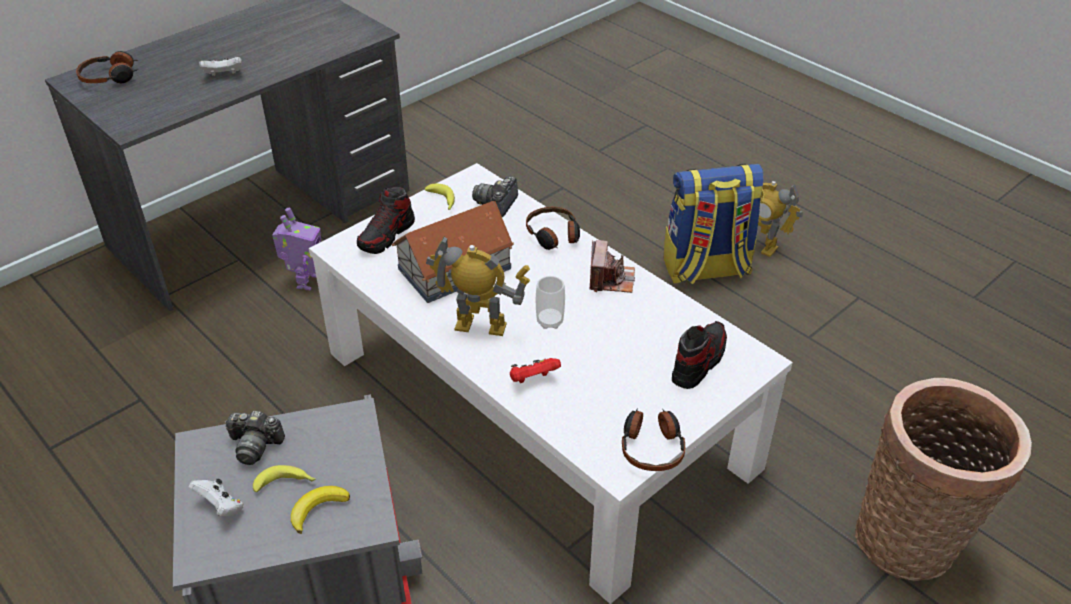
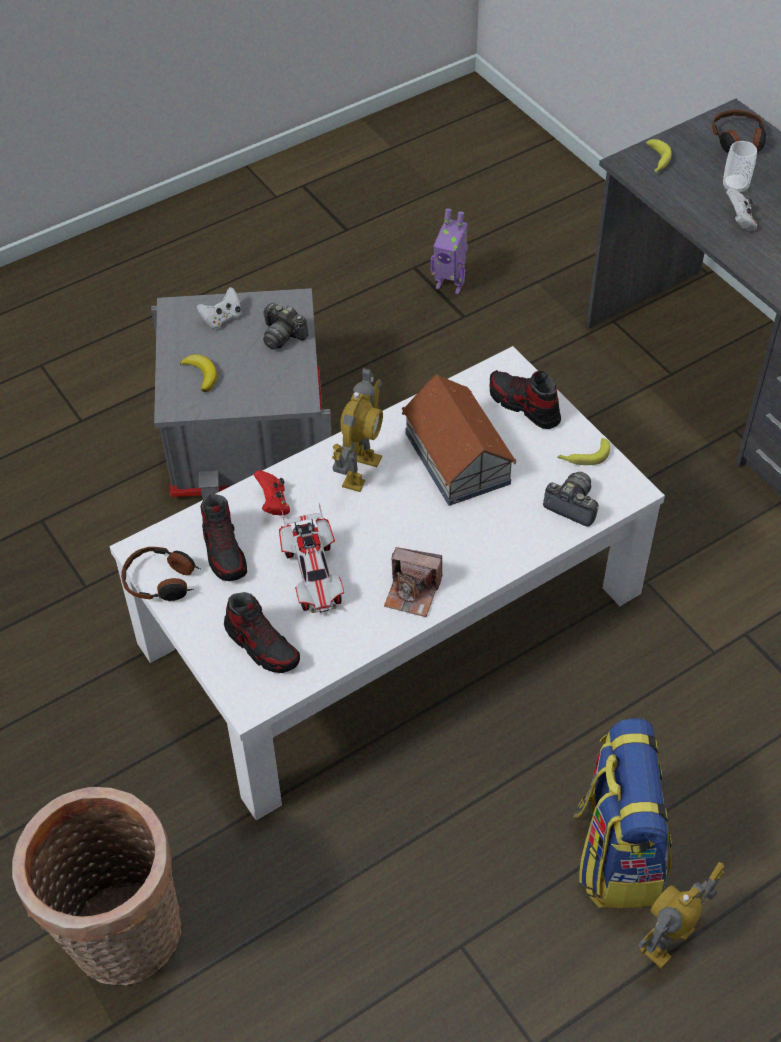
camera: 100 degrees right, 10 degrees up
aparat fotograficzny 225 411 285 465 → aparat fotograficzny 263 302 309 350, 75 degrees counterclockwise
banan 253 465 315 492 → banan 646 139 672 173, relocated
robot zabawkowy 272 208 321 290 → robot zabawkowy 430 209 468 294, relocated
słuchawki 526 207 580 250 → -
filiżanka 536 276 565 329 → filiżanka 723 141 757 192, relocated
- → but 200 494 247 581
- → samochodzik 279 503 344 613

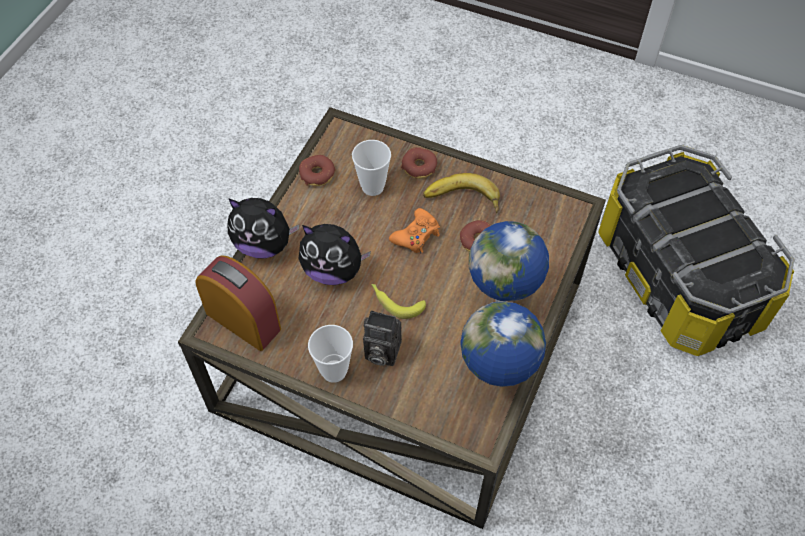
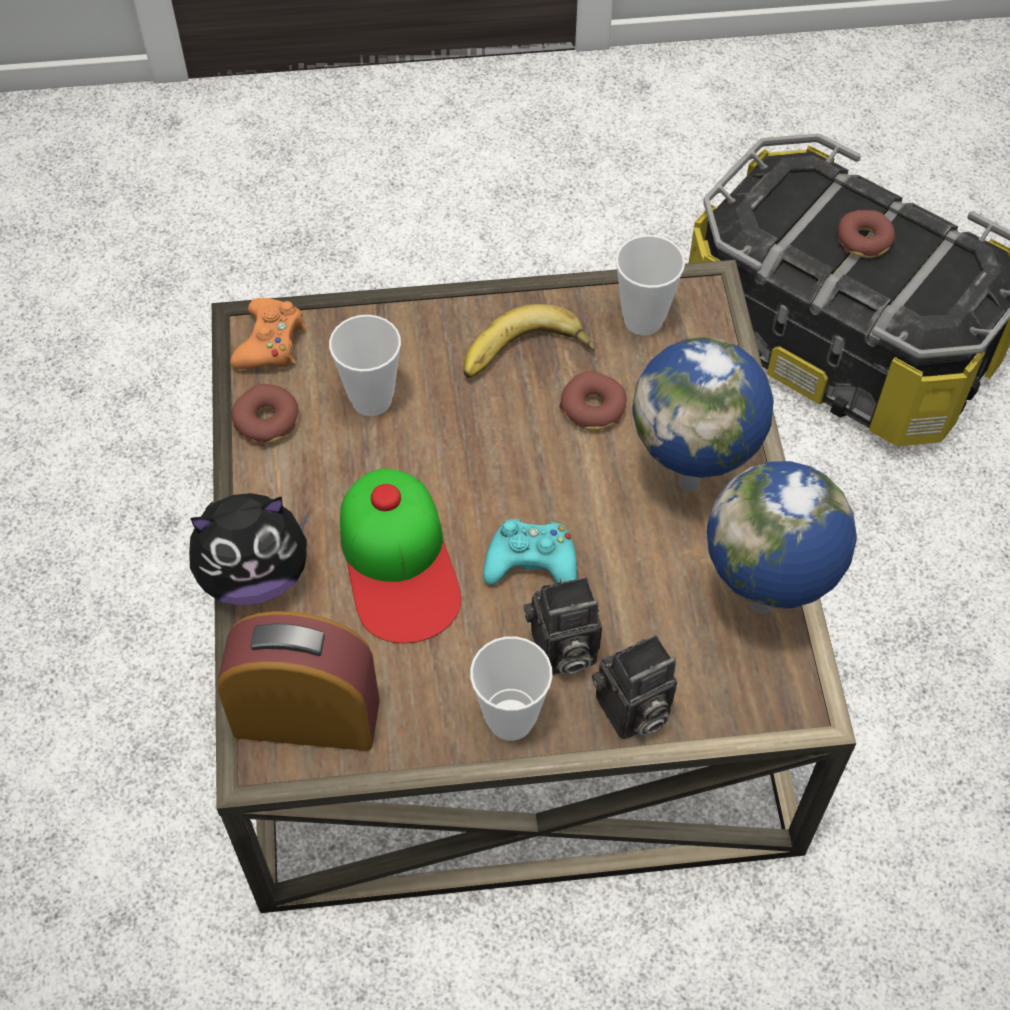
camera: 30 degrees left, 0 degrees up
pluszak 299 224 371 285 → czapka z daszkiem 340 469 461 643
banan 371 284 426 319 → pad do gier/turkusowy 483 519 577 585
pad do gier/pomarańczowy 389 208 440 254 → pad do gier/pomarańczowy 230 298 306 369, relocated
donut 401 147 437 179 → donut 837 210 895 258, relocated
- → aparat fotograficzny 592 635 677 740
- → filiżanka 615 235 685 335

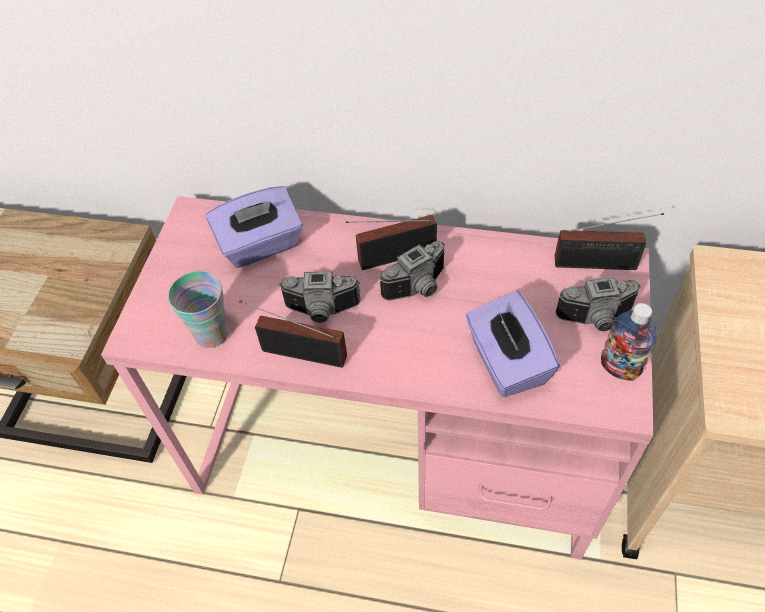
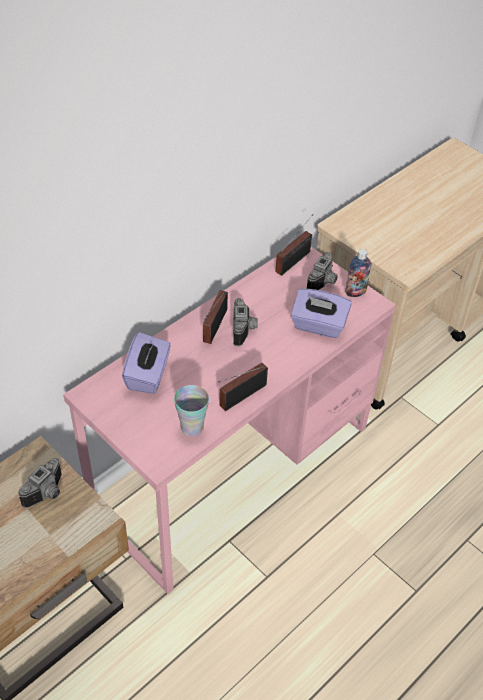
camera: 60 degrees left, 5 degrees down
aparat fotograficzny 278 271 361 323 → aparat fotograficzny 18 458 62 508, relocated

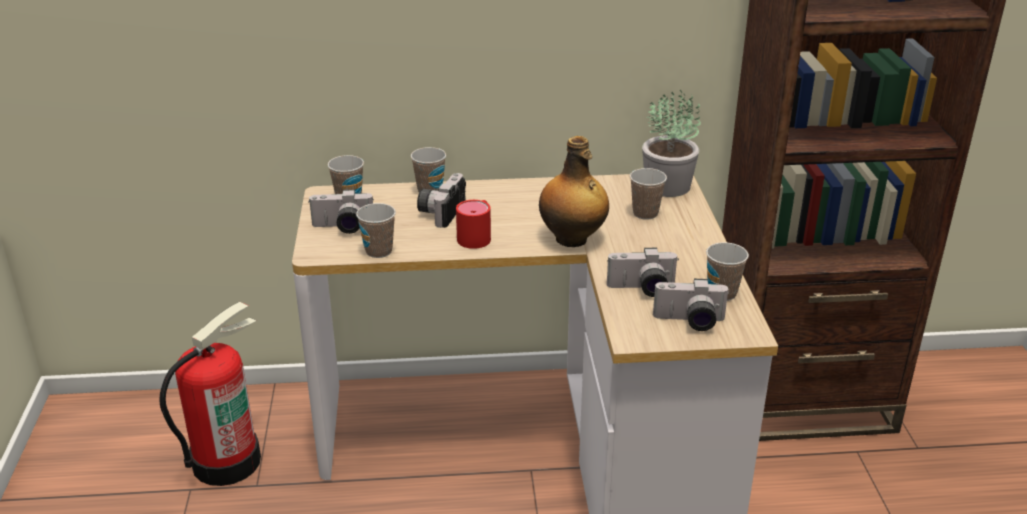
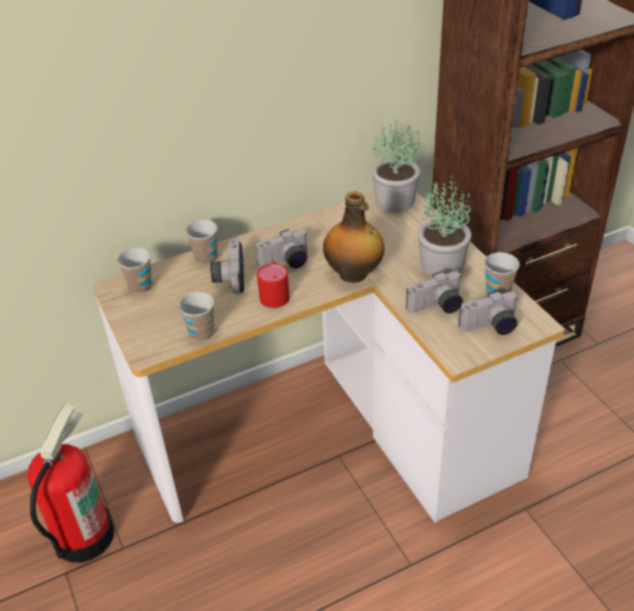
camera: 20 degrees left, 10 degrees up
aparat fotograficzny 308 189 373 234 → aparat fotograficzny 255 229 308 268, relocated
filiżanka 630 168 667 220 → -
- → roślina doniczkowa 418 176 472 276

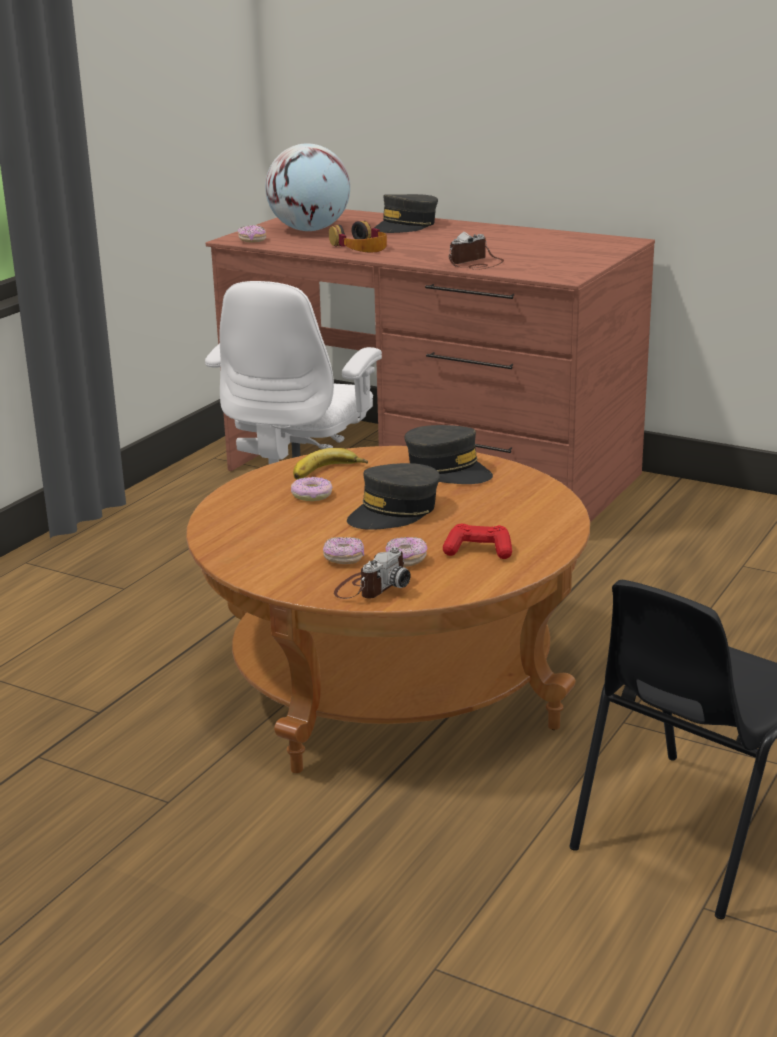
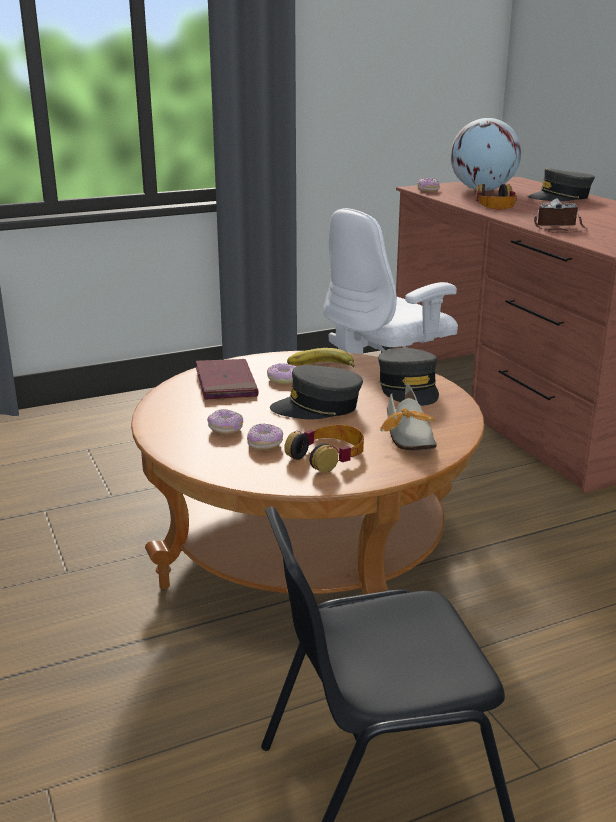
camera: 35 degrees right, 0 degrees up
aparat fotograficzny 334 547 410 599 → -
pad do gier/czerwony 443 524 512 559 → słuchawki 284 425 364 472
- → książka/czerwony 196 359 258 400
- → but 380 383 437 451

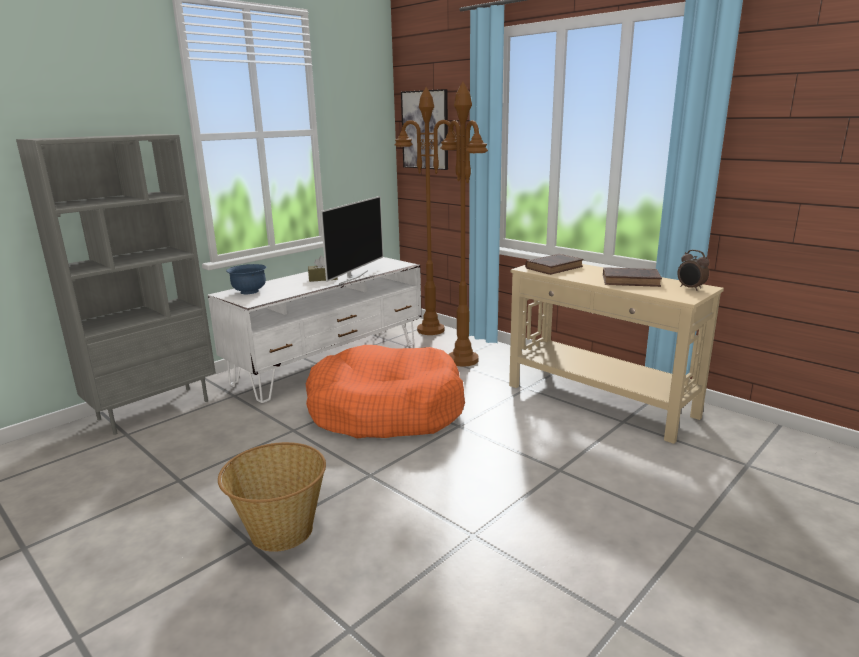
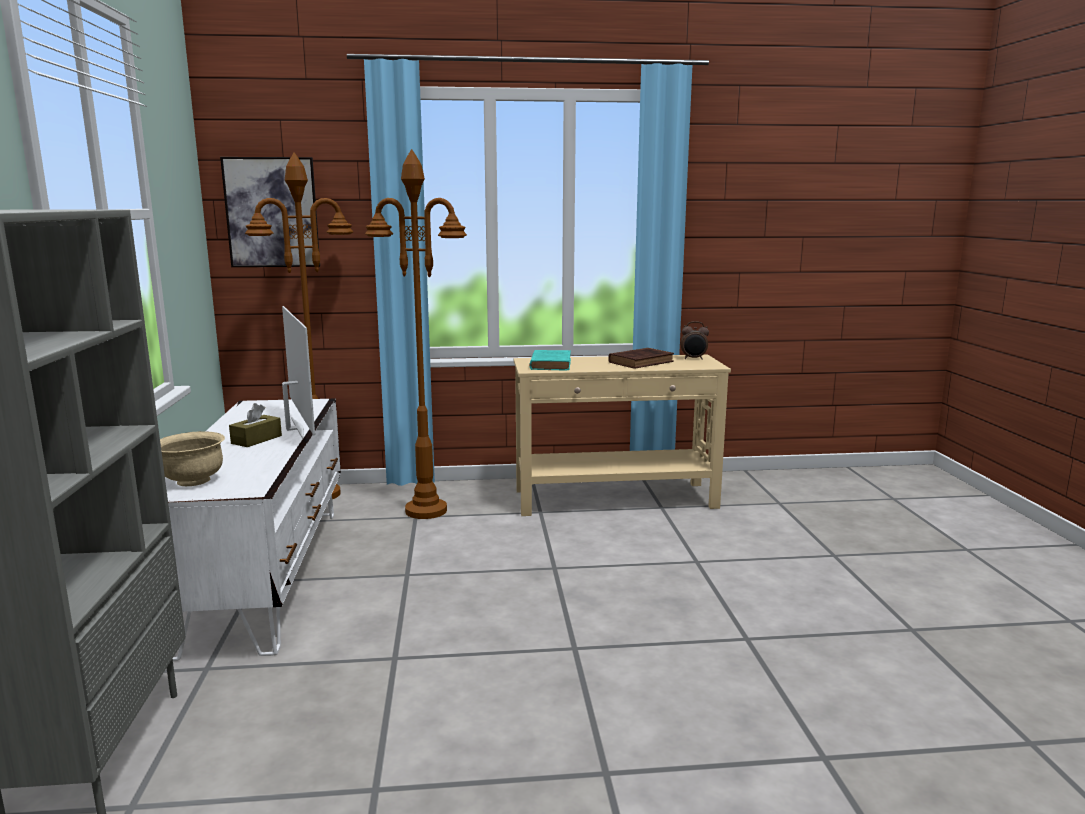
camera: 50 degrees left, 5 degrees down
koszyk 218 442 326 552 → -
miska/niebieski 226 264 266 294 → miska/beżowy 160 431 225 486
legowisko/pomarańczowy 305 345 465 438 → -
książka/brązowy 525 254 584 275 → książka/turkusowy 530 350 571 370

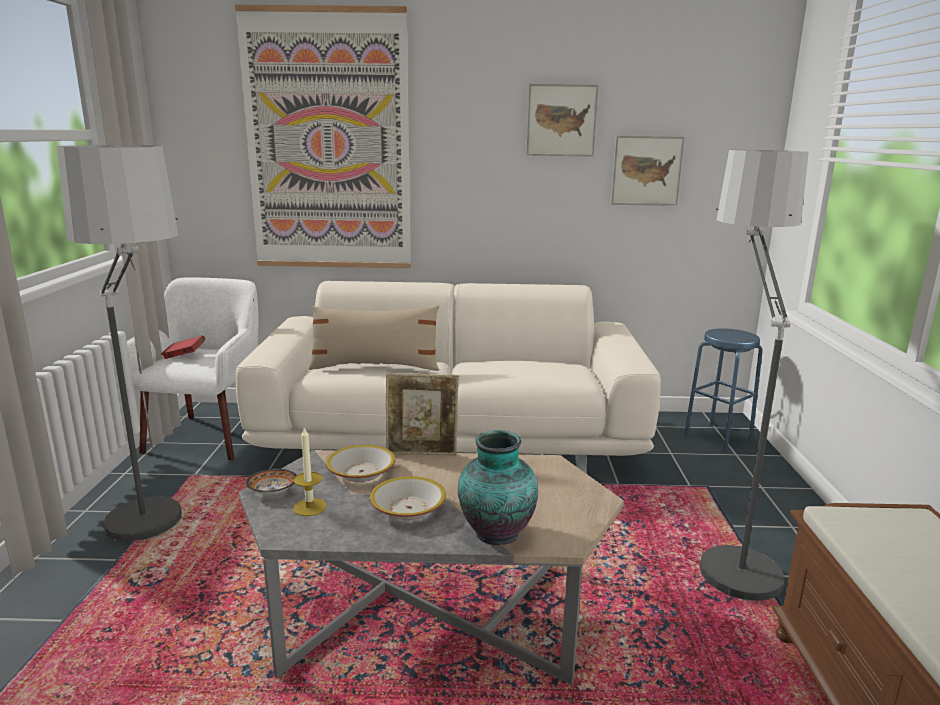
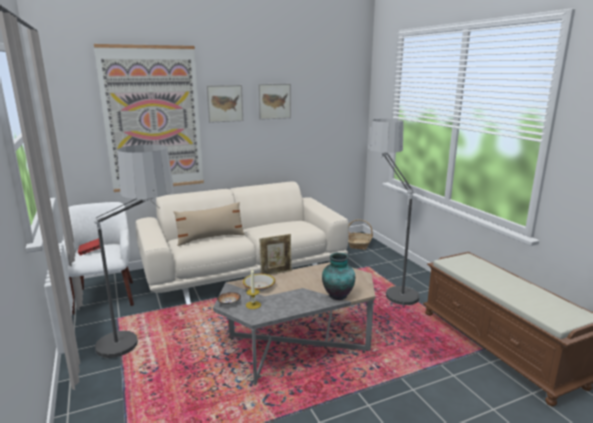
camera: 25 degrees left, 0 degrees up
miska 370 476 446 520 → -
obraz 611 136 685 206 → obraz 206 85 243 123, relocated
stołek/niebieski 684 328 763 453 → koszyk 348 219 373 250

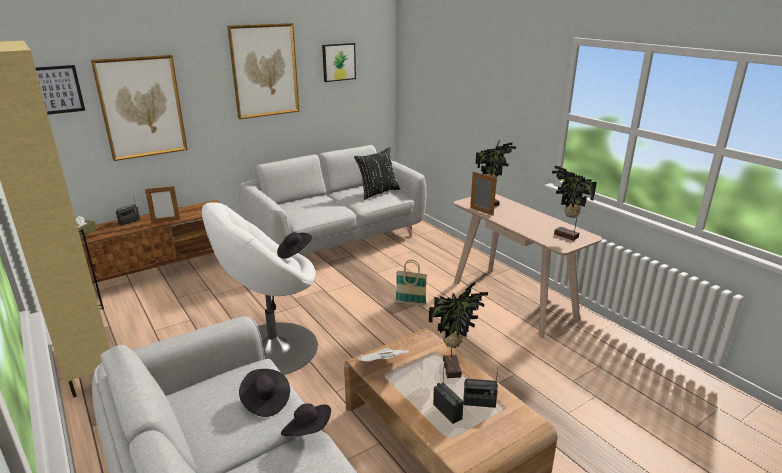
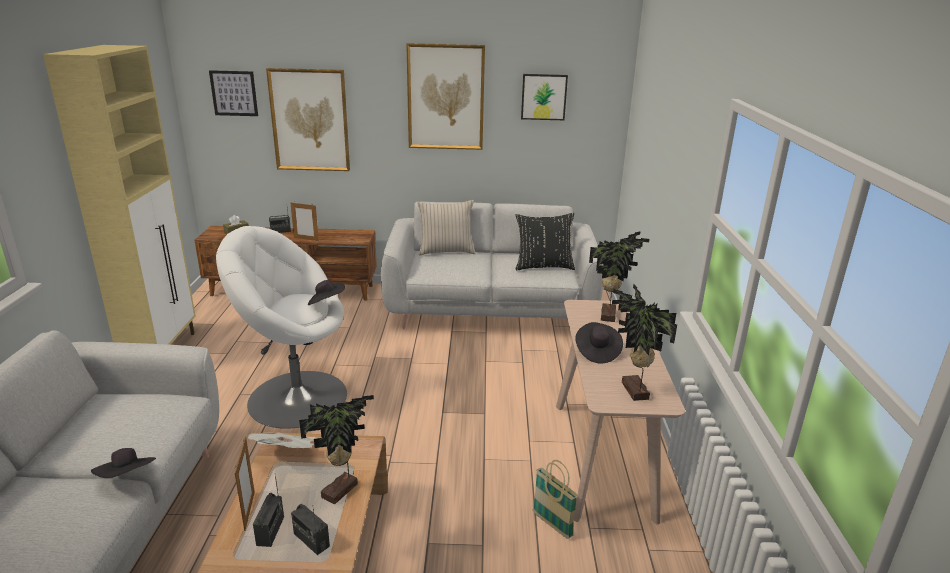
camera: 35 degrees right, 0 degrees up
kapelusz/czarny 239 369 290 417 → kapelusz/czarny 575 322 623 364, relocated
koszyk 395 260 427 306 → koszyk 533 460 578 539, relocated
ramka na zdjęcie 470 172 497 216 → ramka na zdjęcie 235 437 255 531, relocated
- → poduszka/beżowy 417 200 476 255

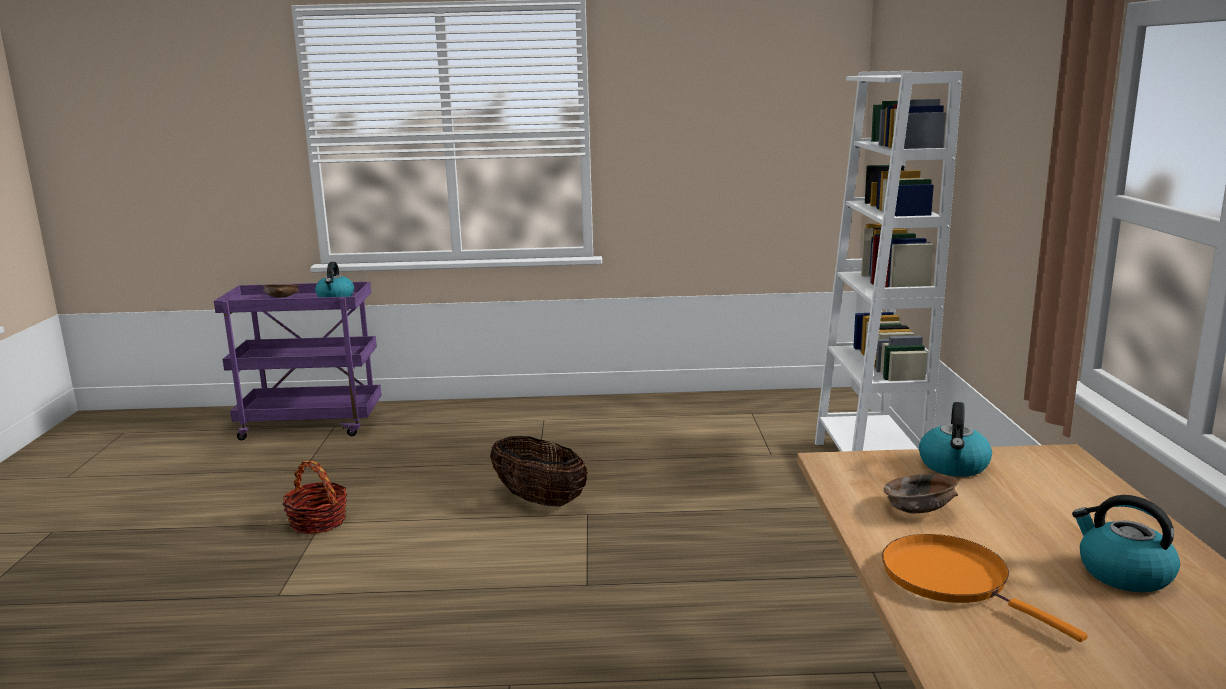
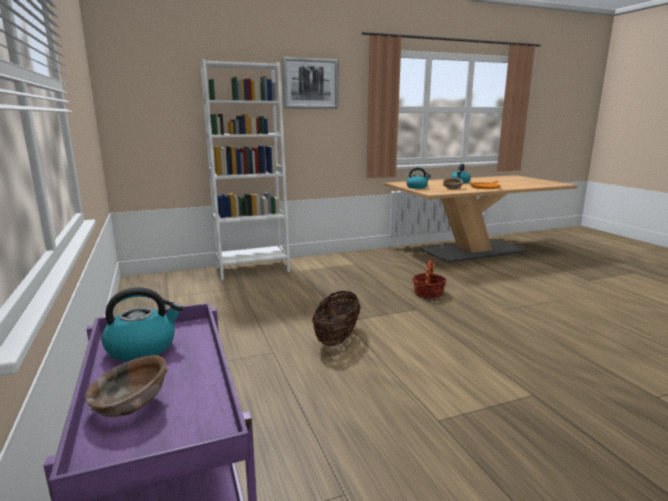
camera: 110 degrees left, 0 degrees up
koszyk 282 460 348 534 → koszyk 412 260 446 299, relocated
- → obraz 282 57 338 109

